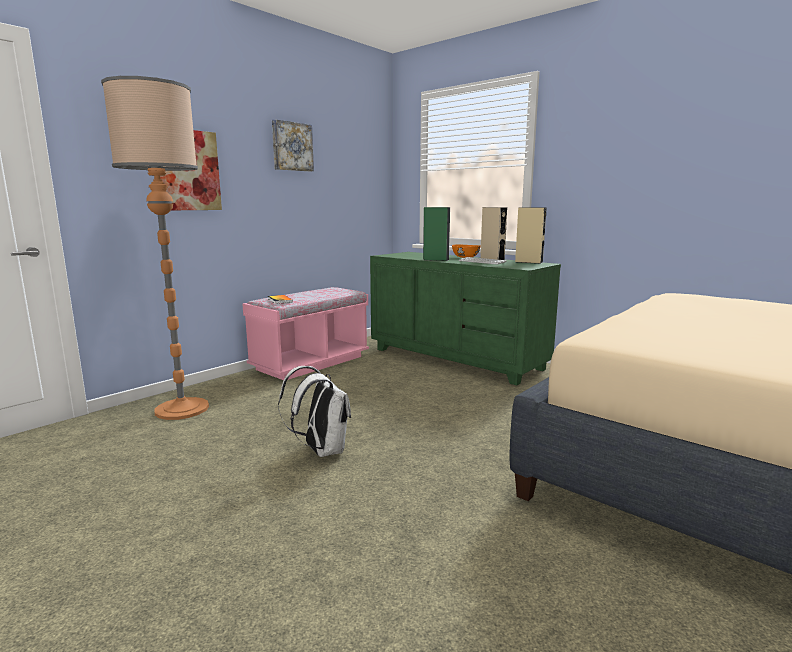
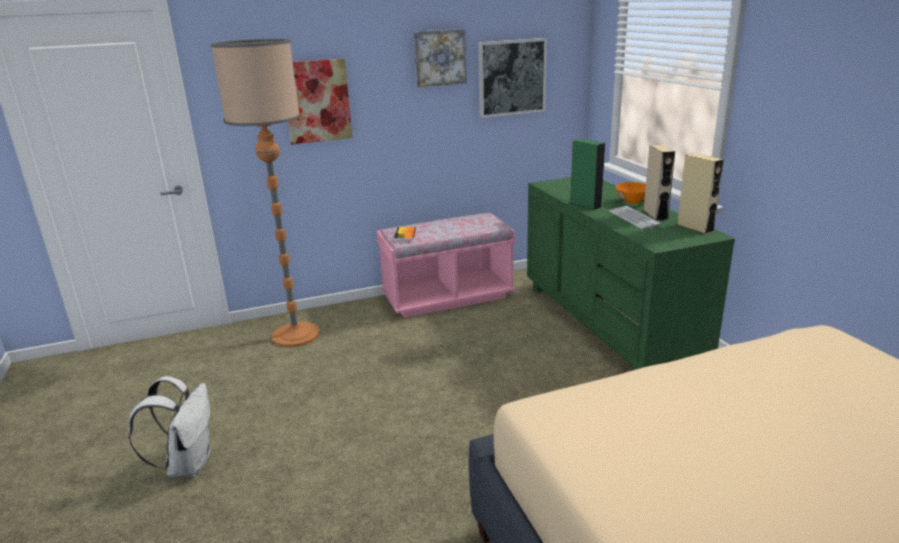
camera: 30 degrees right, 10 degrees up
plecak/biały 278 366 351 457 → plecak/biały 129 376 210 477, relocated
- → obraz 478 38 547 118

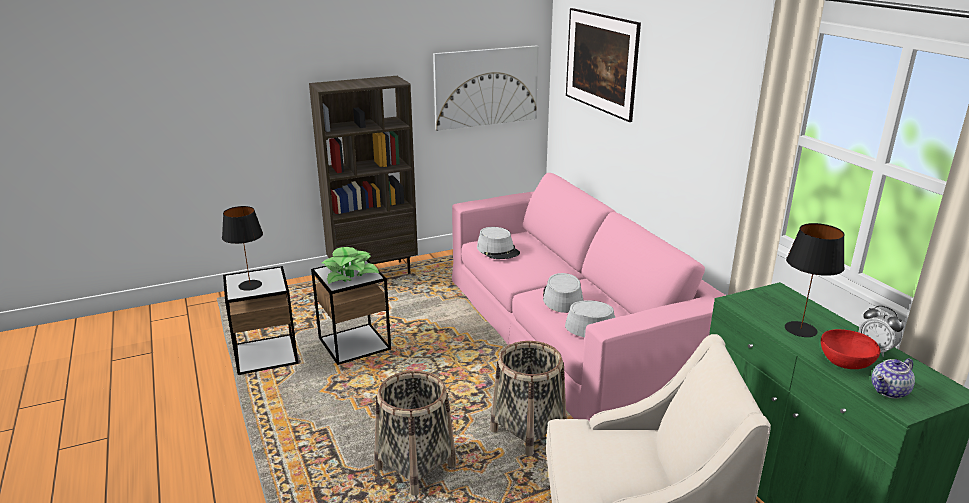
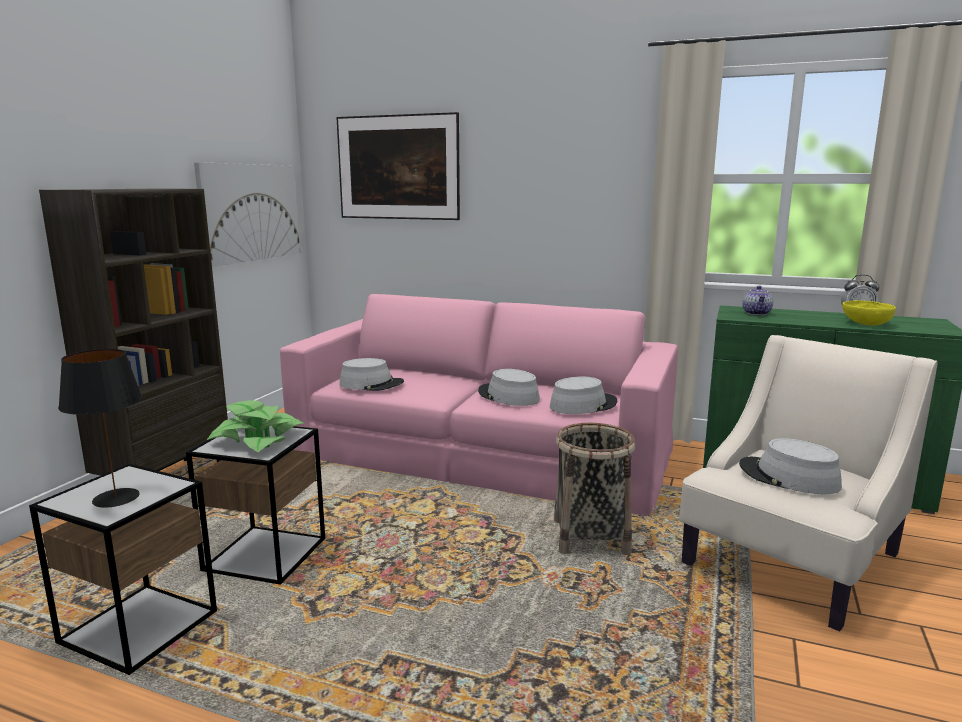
camera: 45 degrees left, 10 degrees down
koszyk 374 371 457 496 → -
lampa stołowa/czarny 785 223 845 337 → -
miska/czerwony 821 329 881 369 → miska/żółty 842 300 896 326
imbryk 872 358 915 399 → imbryk 742 286 773 315, relocated
- → kapelusz/szary 739 438 842 494

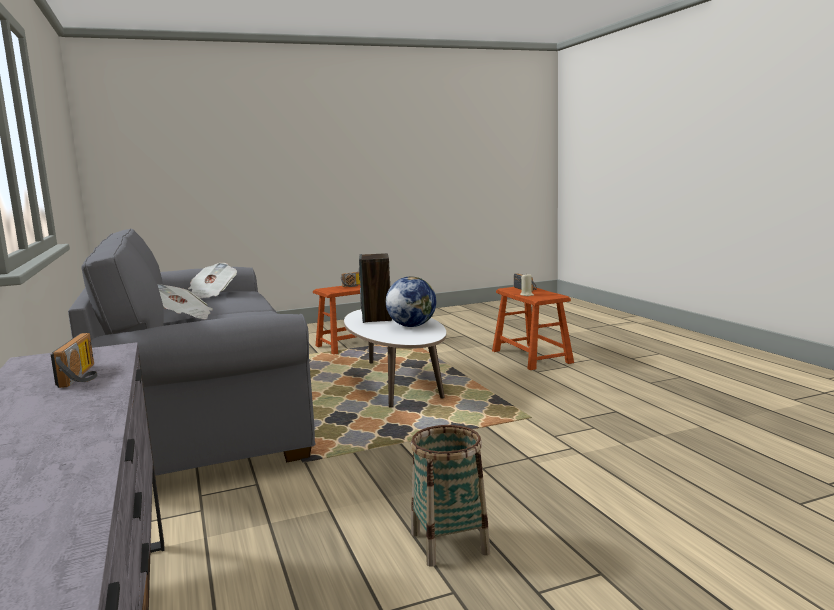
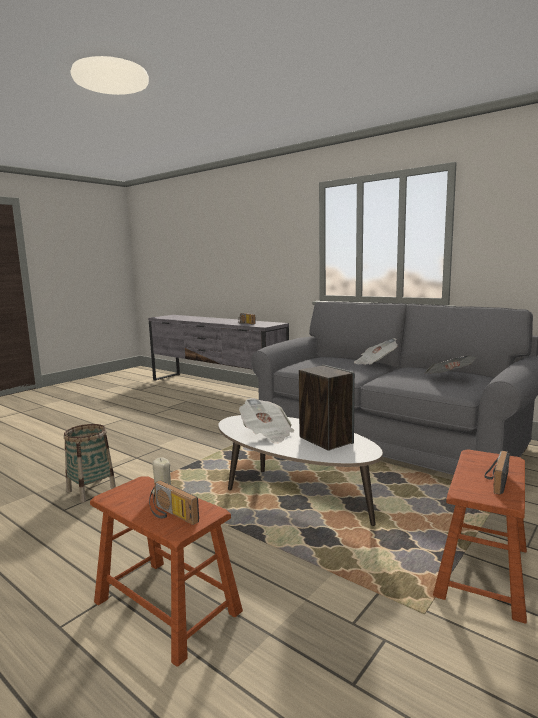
camera: 150 degrees right, 0 degrees up
globus 386 276 436 327 → gazeta 239 398 294 444
koszyk 411 425 490 567 → koszyk 64 424 116 503, relocated

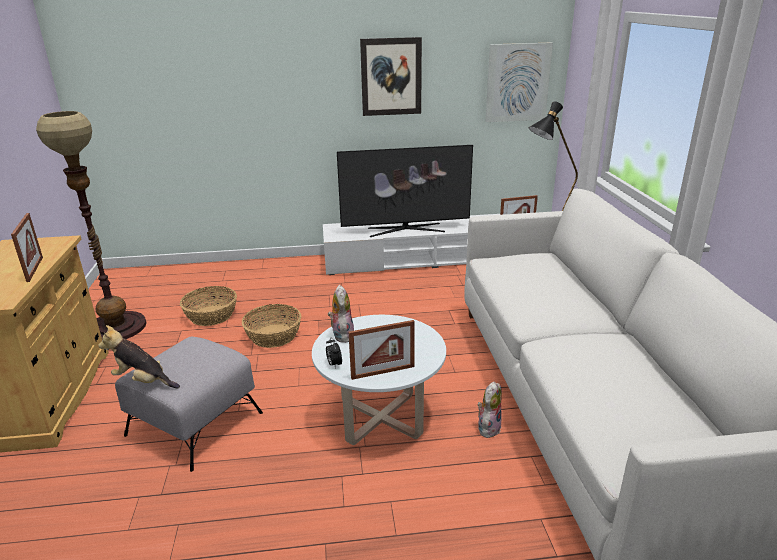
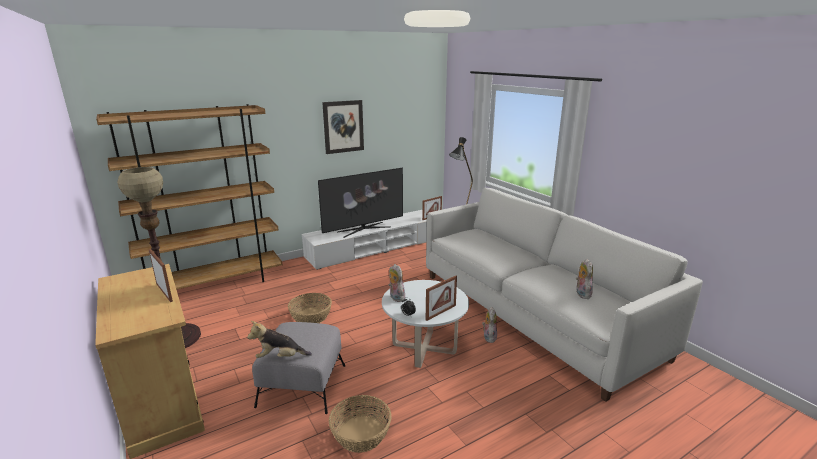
camera: 25 degrees left, 5 degrees down
koszyk 180 286 237 326 → koszyk 329 395 392 453, relocated
obraz 486 43 553 122 → -
- → regał/brązowy 96 104 282 290
- → pluszak 576 259 593 299

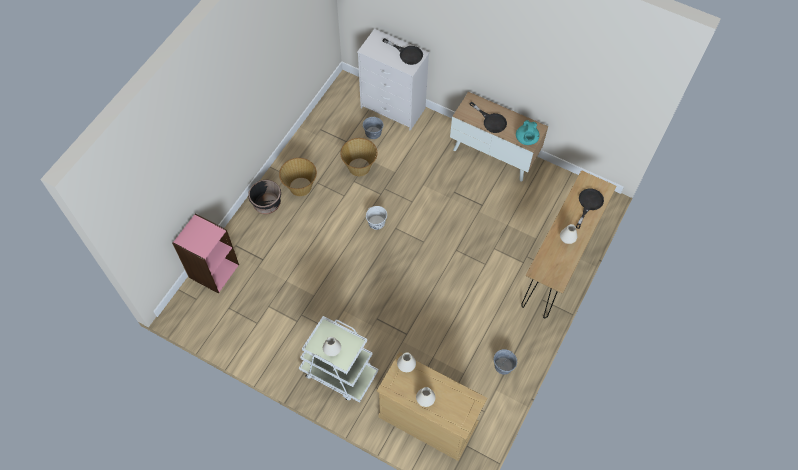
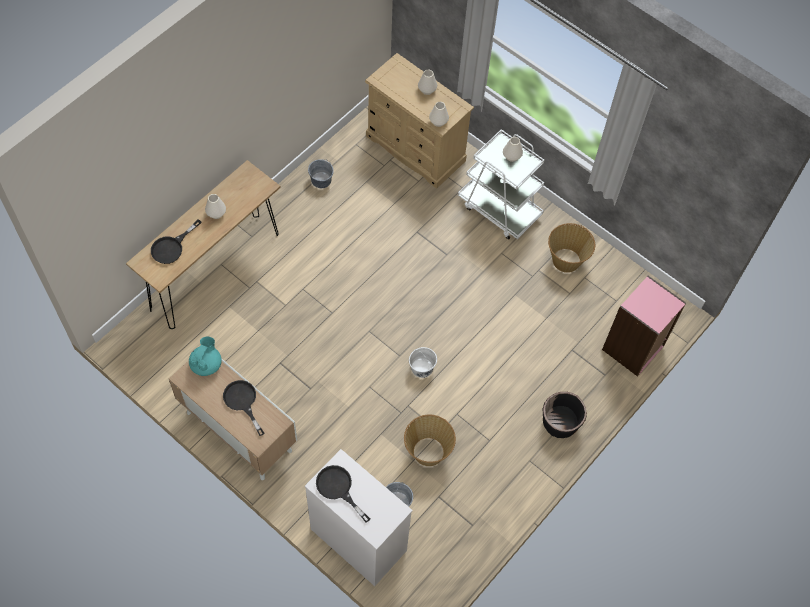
camera: 170 degrees left, 0 degrees up
koszyk 279 158 317 196 → koszyk 548 223 595 273, relocated

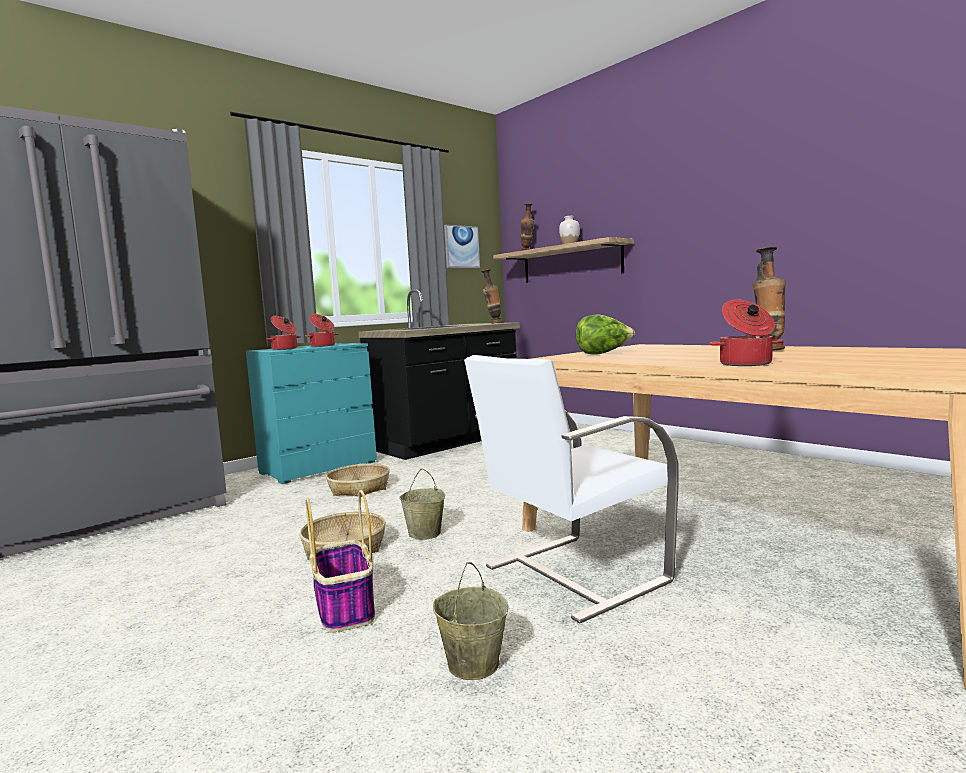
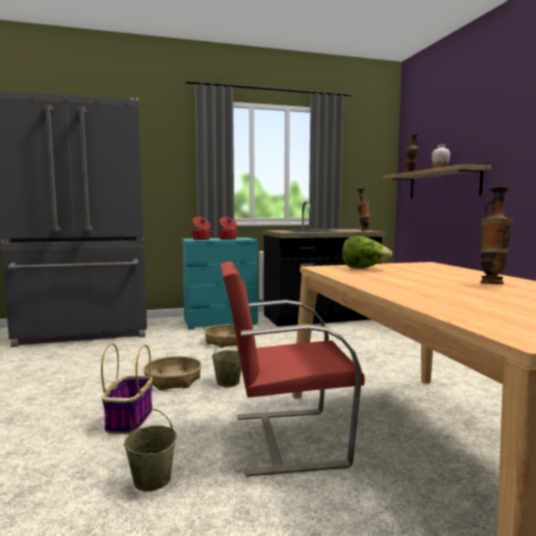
camera: 25 degrees right, 0 degrees up
obraz 444 225 480 268 → -
krzesło/biały 464 355 679 624 → krzesło/czerwony 220 261 365 476
garnek 710 300 783 366 → -

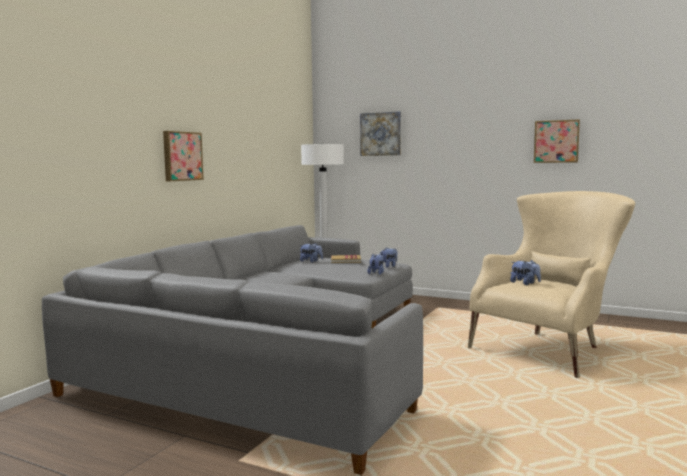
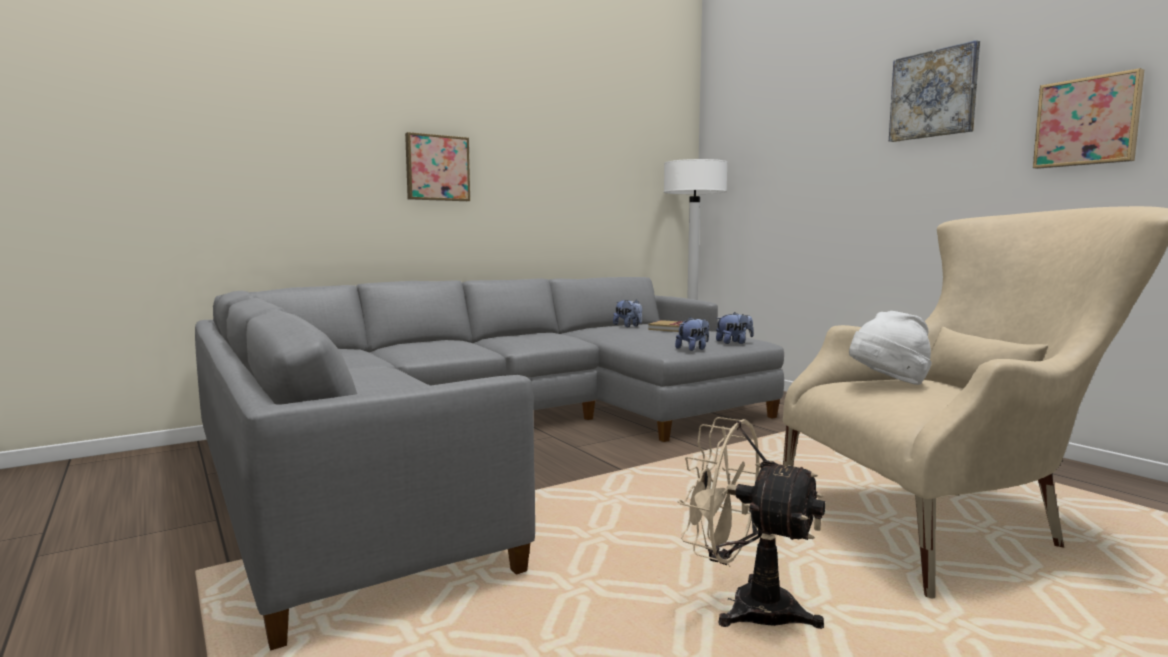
camera: 30 degrees right, 0 degrees up
obraz 360 111 401 156 → obraz 889 40 980 142, relocated
pluszak 510 260 541 285 → kapelusz/biały 849 311 932 385
- → wentylator/beżowy 678 417 826 629

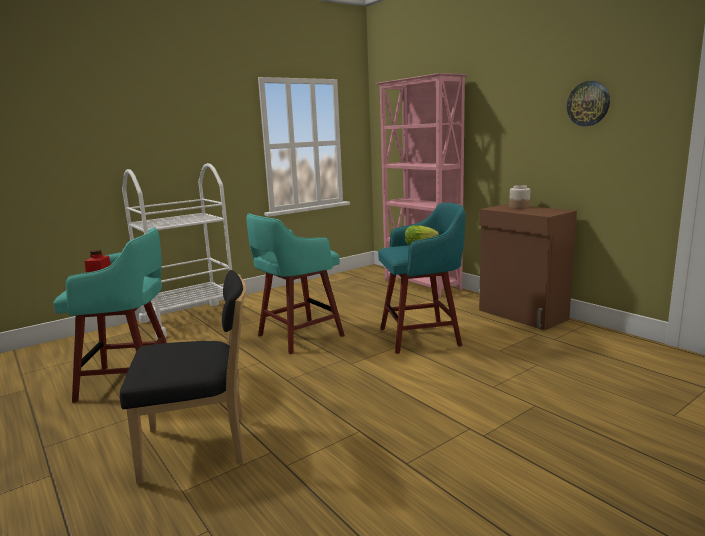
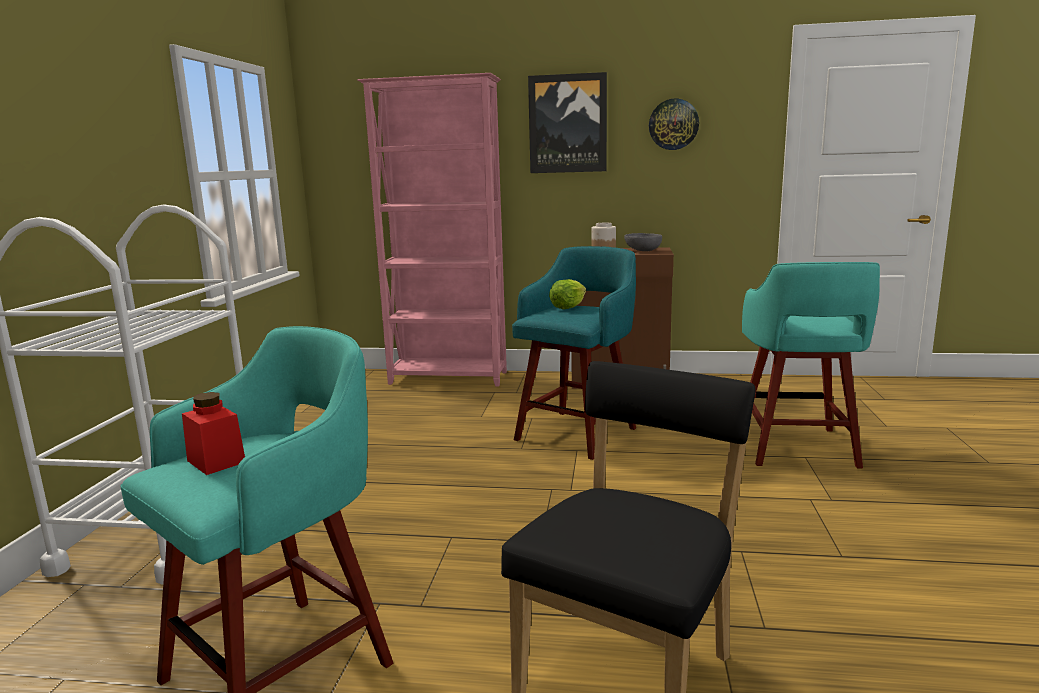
camera: 45 degrees left, 0 degrees up
stołek/turkusowy 246 214 345 354 → stołek/turkusowy 742 262 880 469, relocated
- → obraz 528 72 607 173
- → miska/szary 624 233 662 251

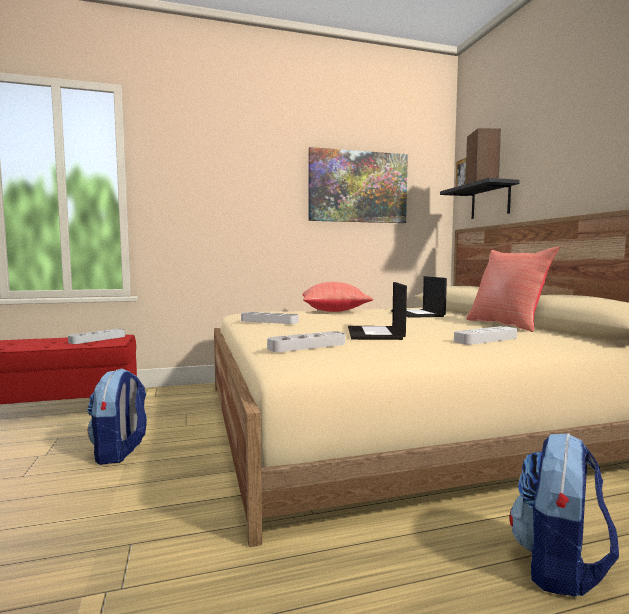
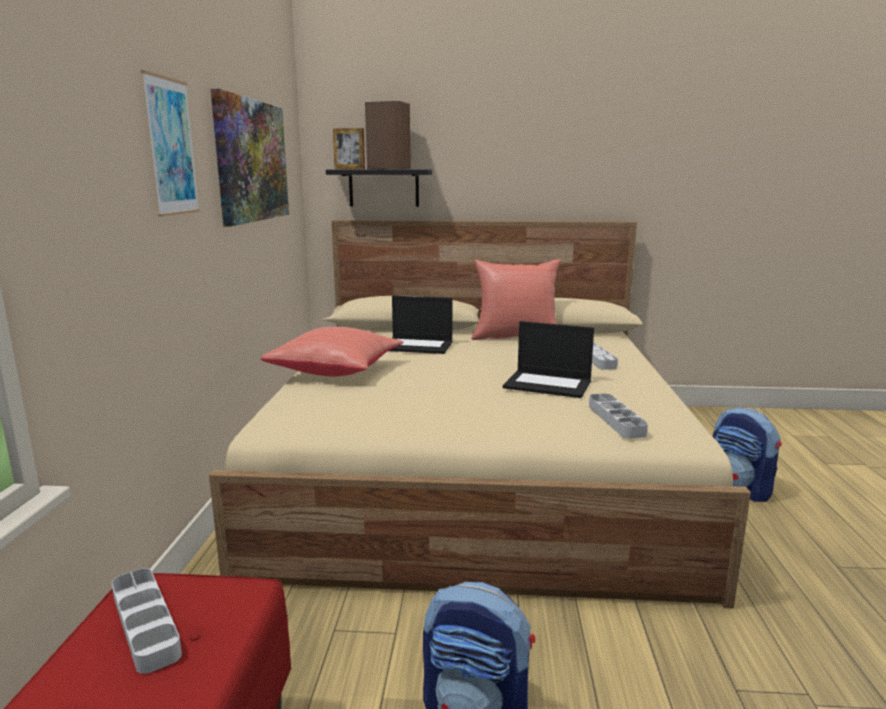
camera: 70 degrees left, 10 degrees up
taca/szary 241 312 299 324 → -
- → obraz 141 70 200 217

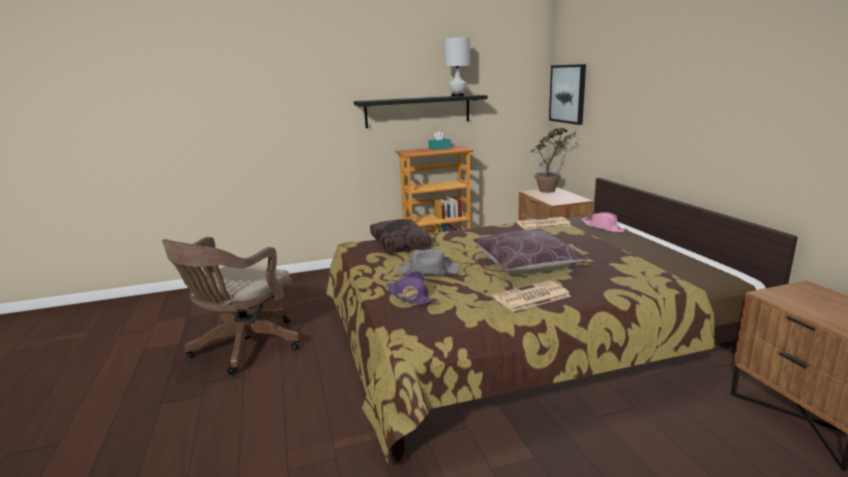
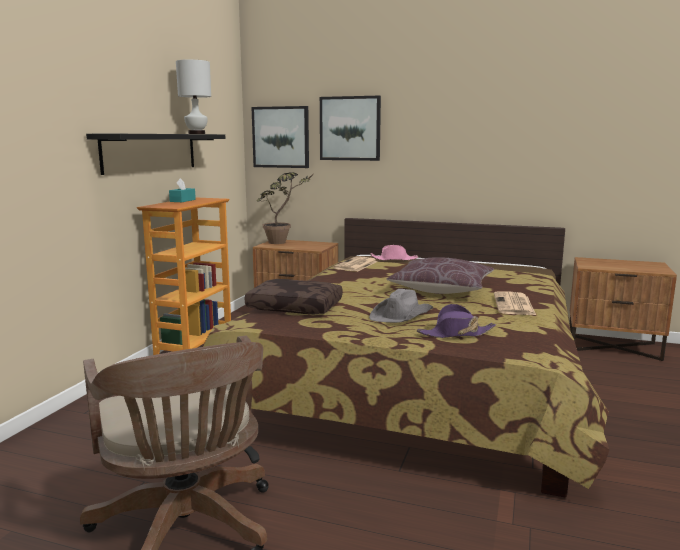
camera: 55 degrees left, 5 degrees down
- → obraz 320 96 381 161

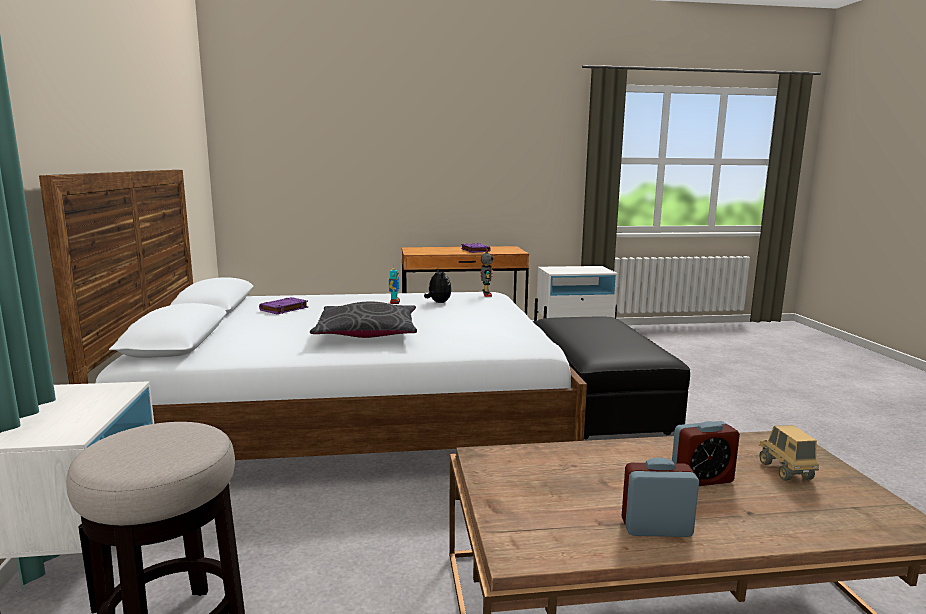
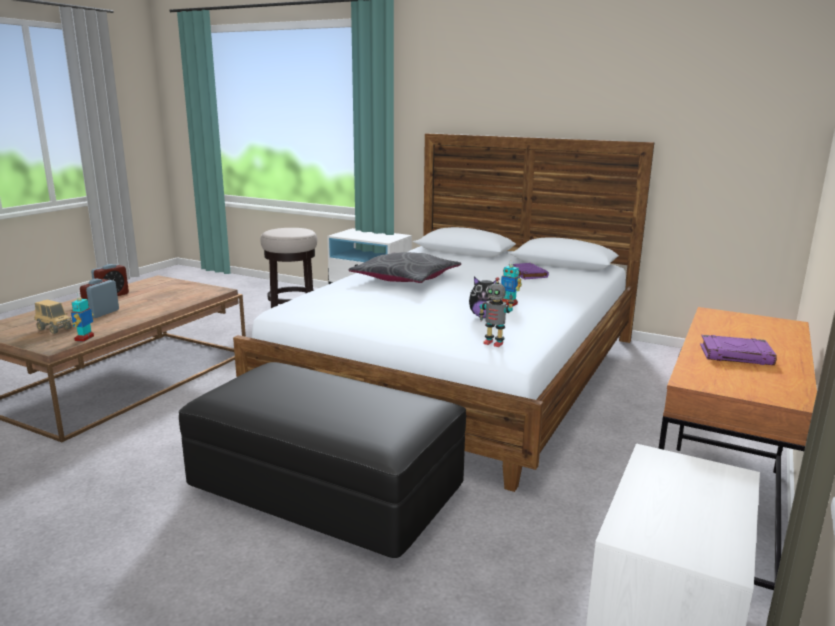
camera: 125 degrees right, 5 degrees up
- → robot zabawkowy 71 297 94 342

